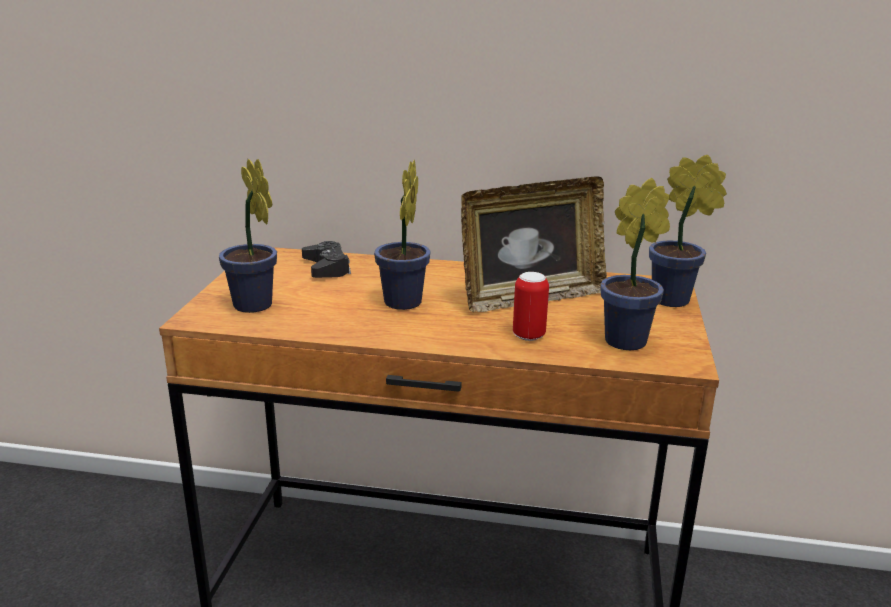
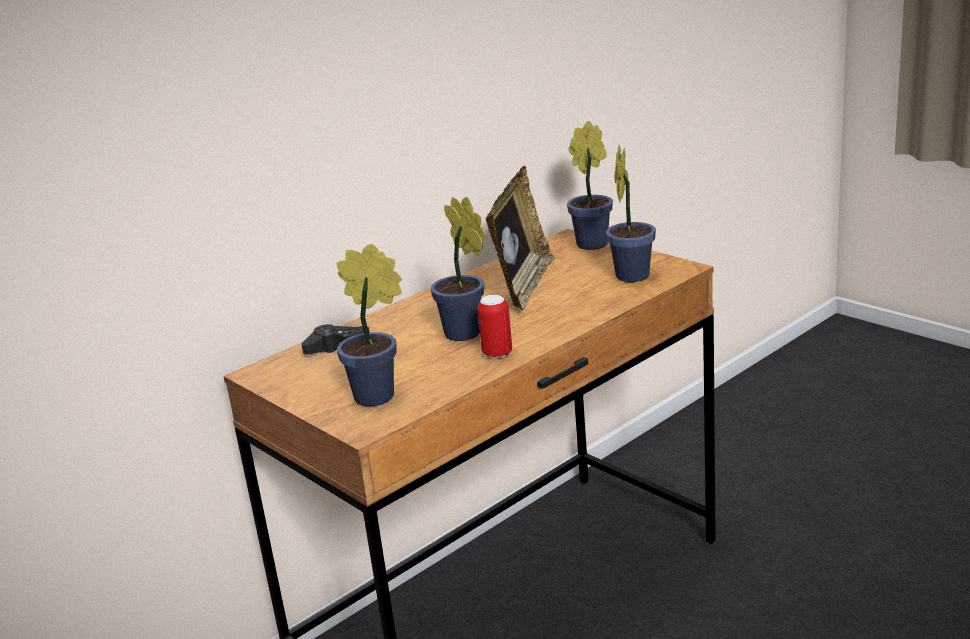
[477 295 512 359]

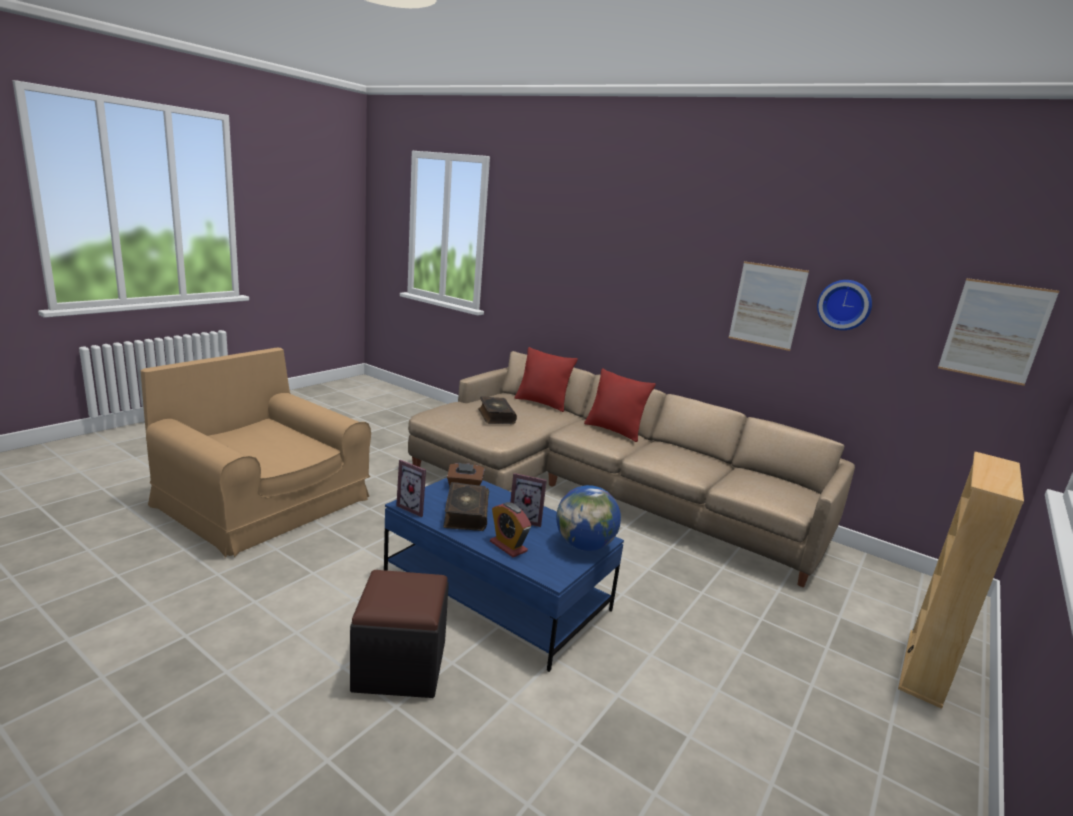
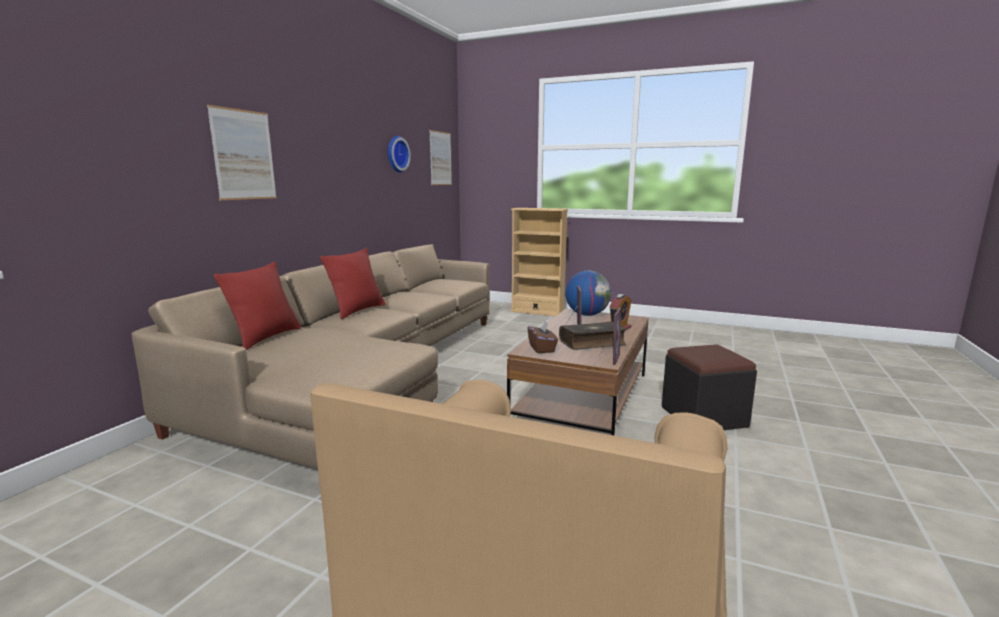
[507 309 649 436]
[478 396 517 424] (first image)
[207 105 277 200]

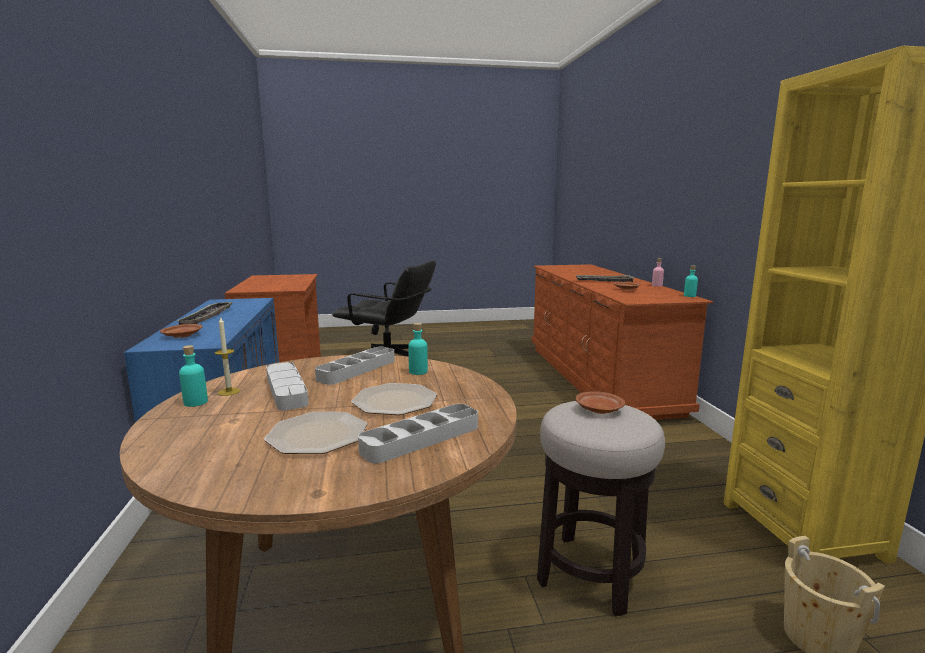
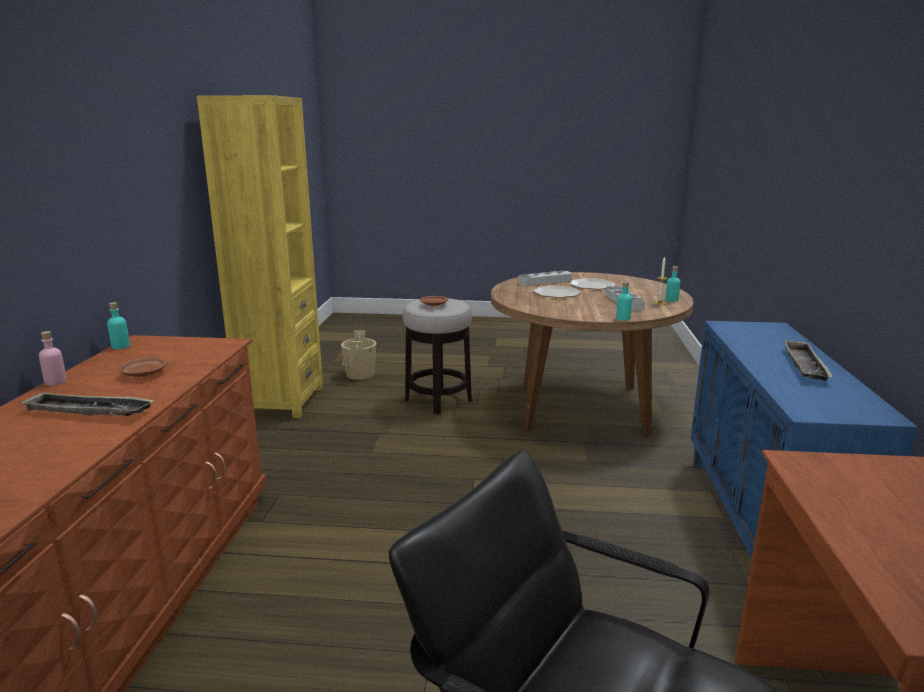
[160 324 203 338] (first image)
[315 347 395 385] (first image)
[616 282 632 320]

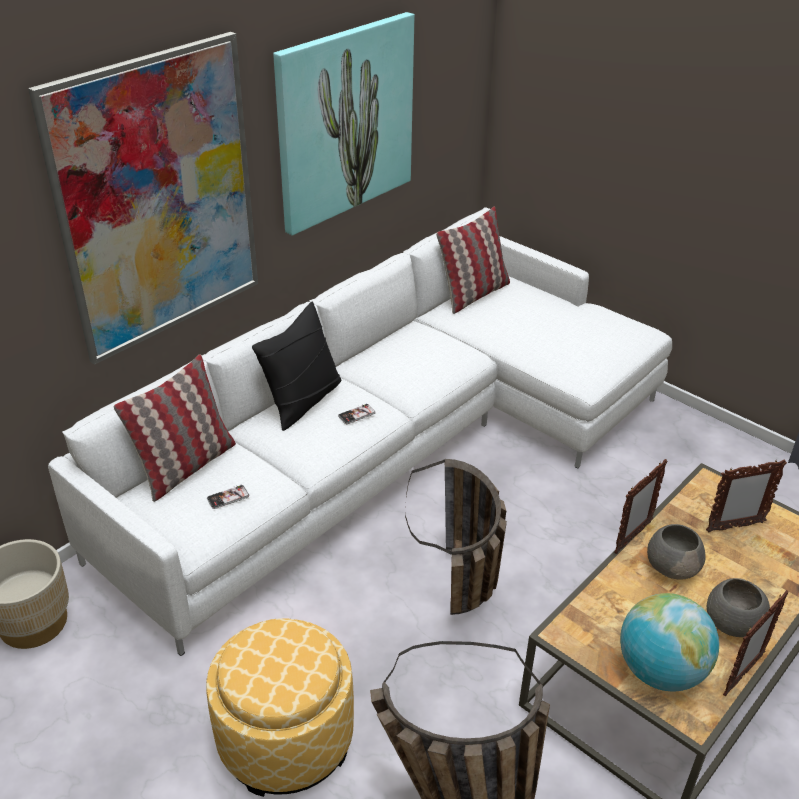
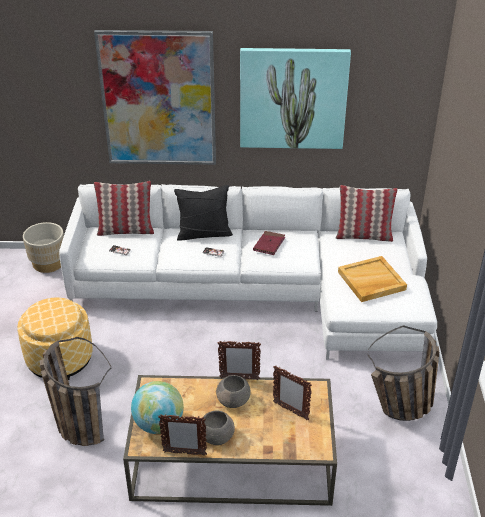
[367 325 439 421]
[253 231 285 255]
[338 256 407 302]

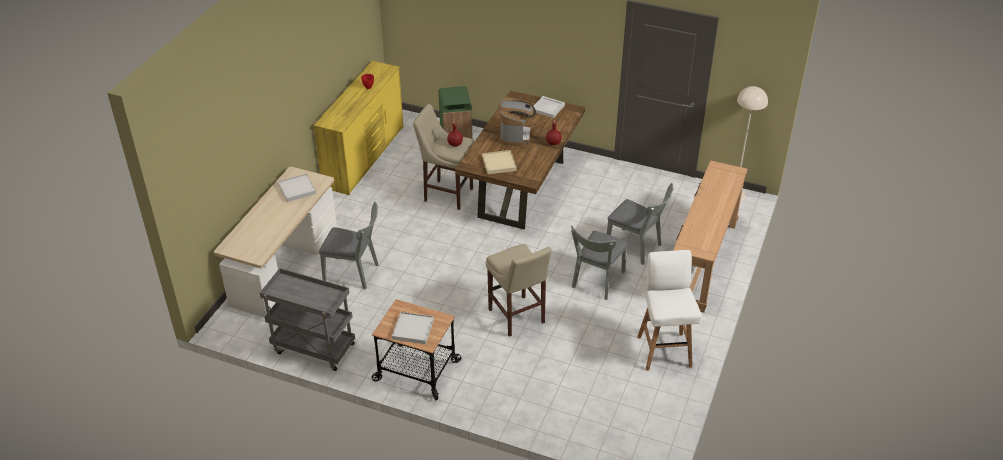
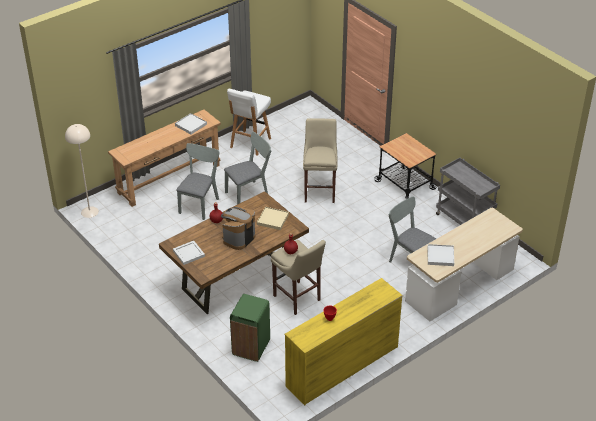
[175 113 207 135]
[176 143 219 220]

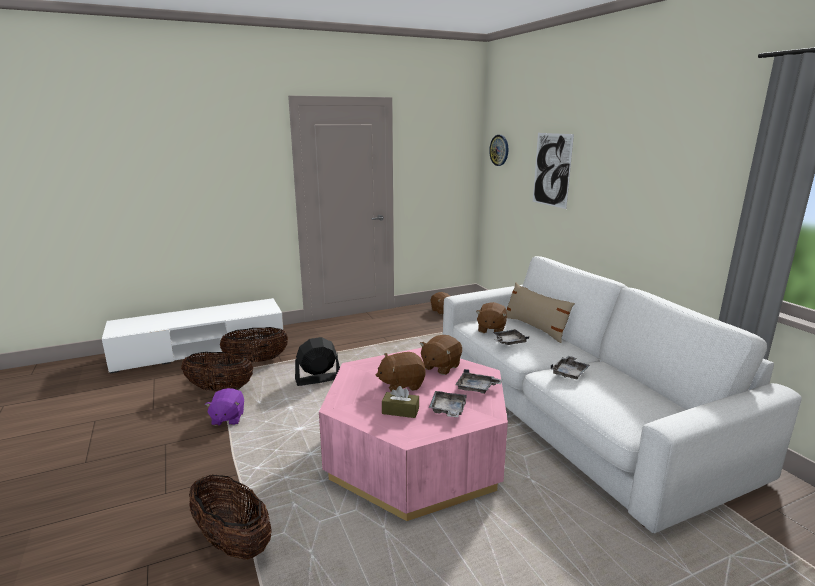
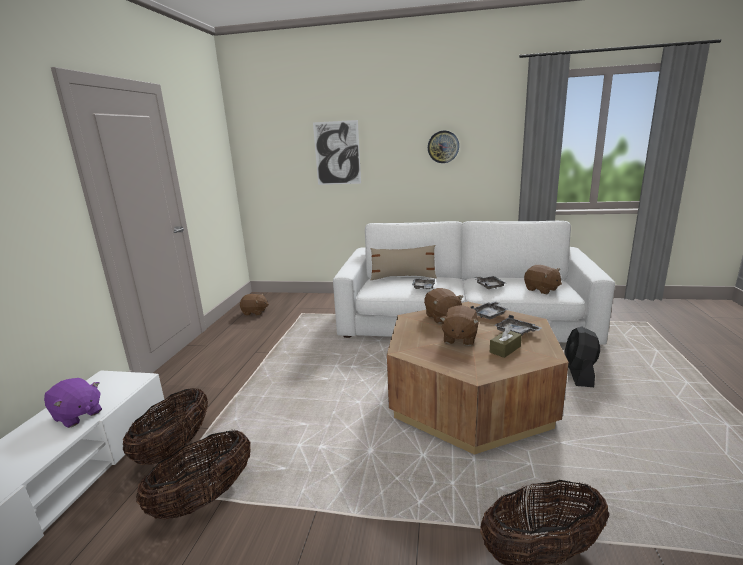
[44 378 102 428]
[565 326 600 387]
[387 302 569 455]
[524 265 562 294]
[428 131 459 163]

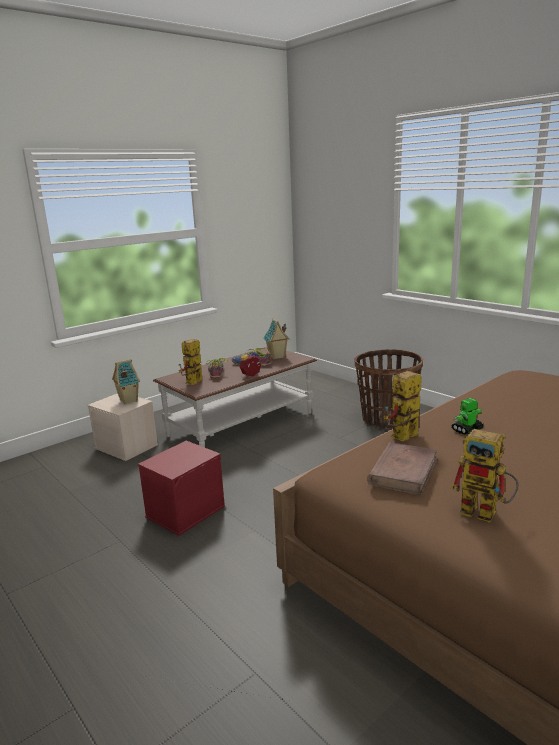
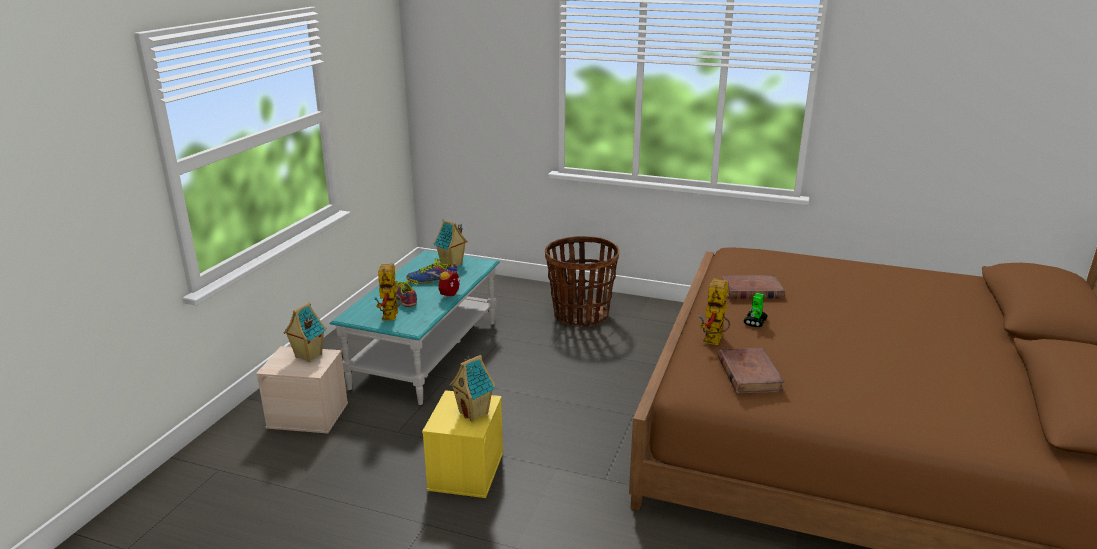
[422 390 503 498]
[329 250 500 405]
[451 429 519 523] (first image)
[449 355 496 421]
[722 275 785 299]

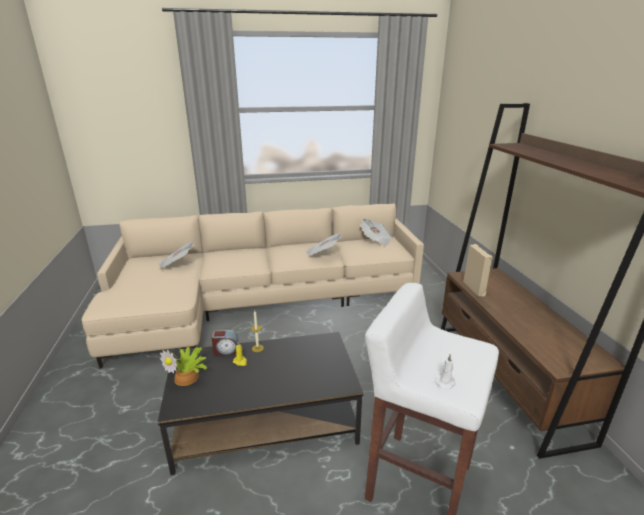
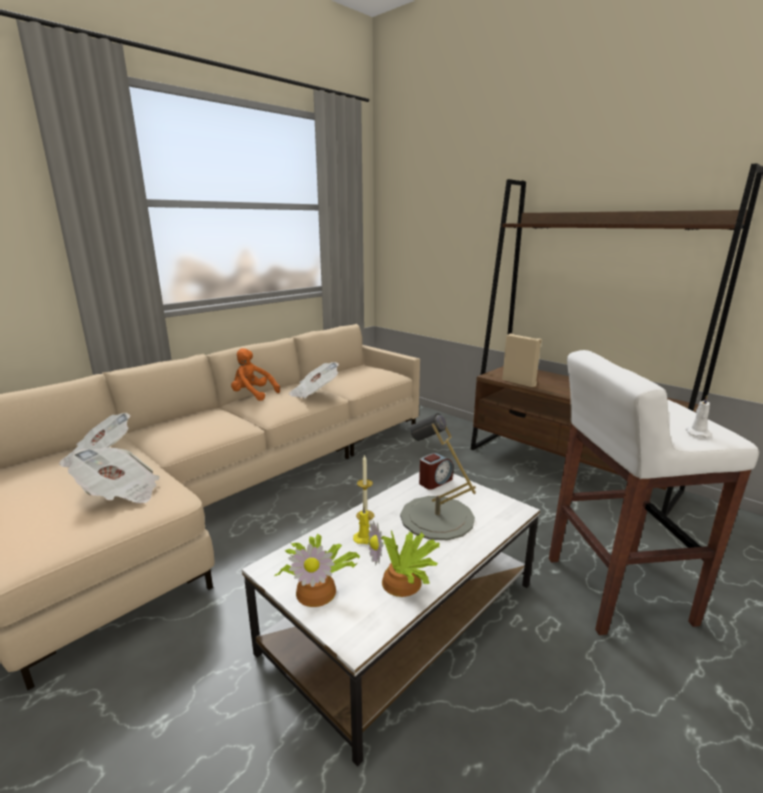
[242 472 540 767]
[419 453 453 490]
[68 447 159 504]
[231 348 280 401]
[368 521 440 597]
[400 413 476 540]

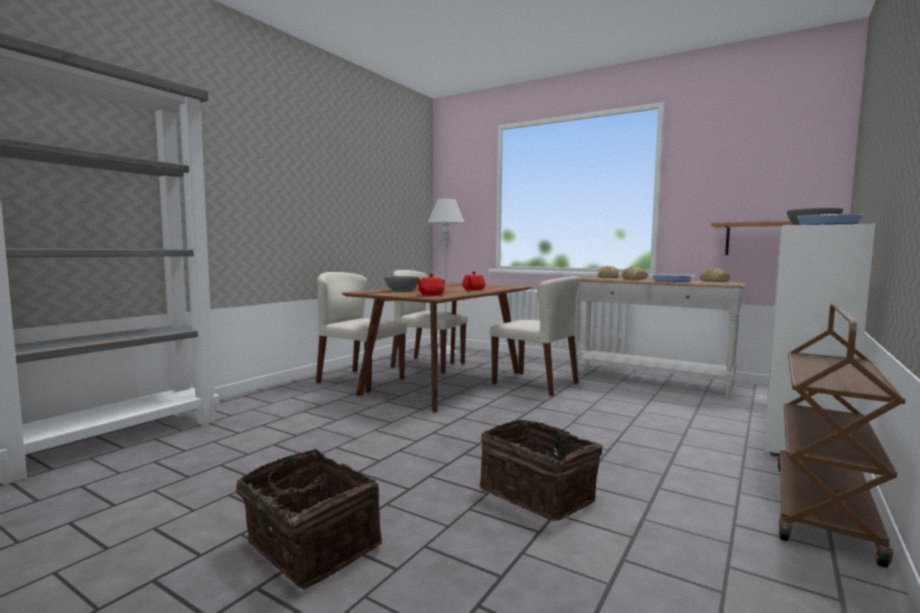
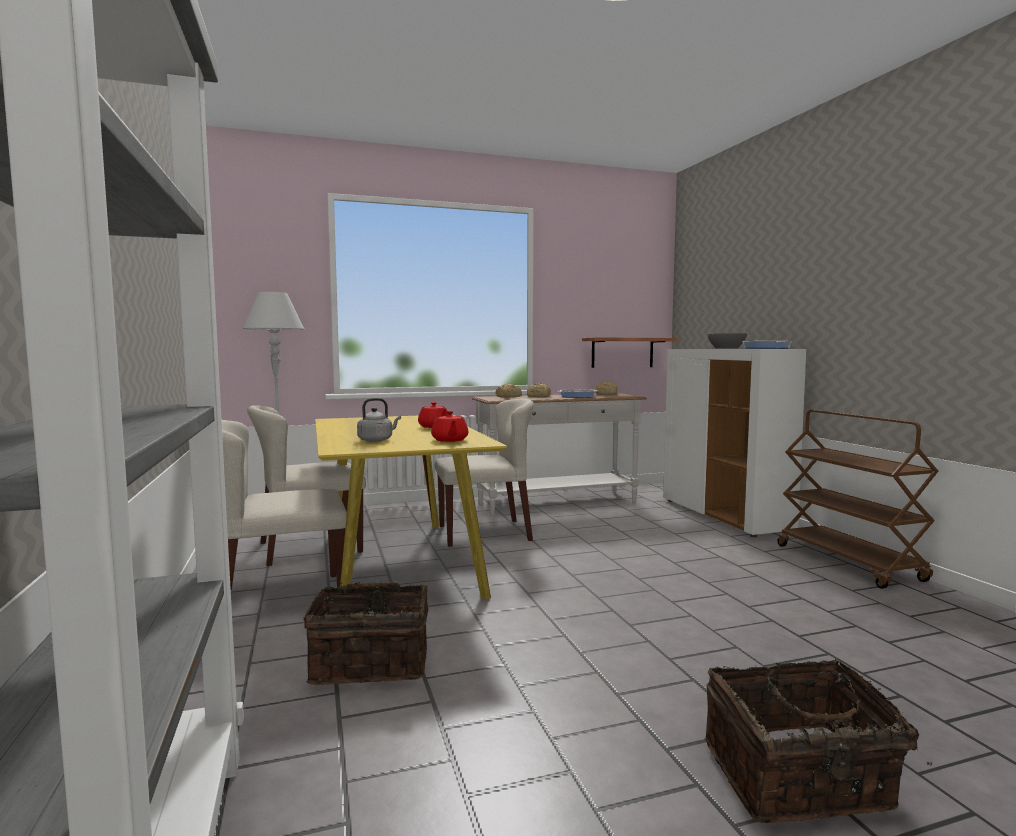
[315 416 507 599]
[357 398 401 442]
[303 582 428 685]

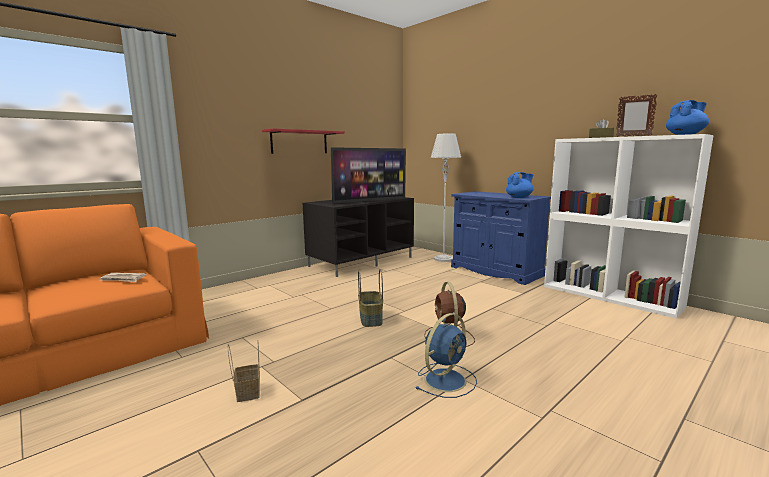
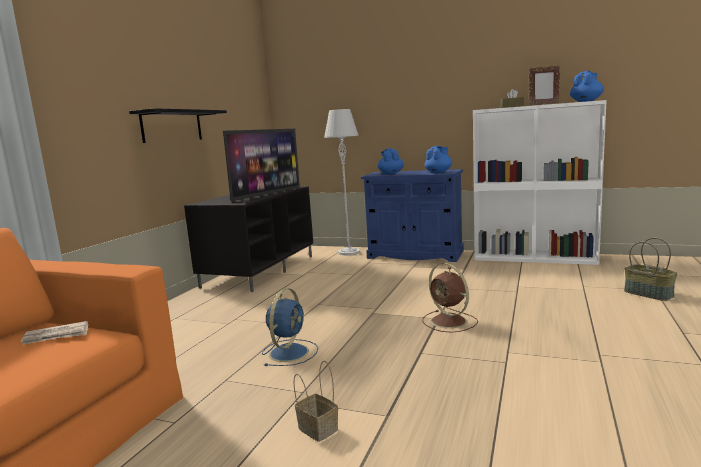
[129 108 227 143]
[624 237 677 301]
[262 288 318 366]
[378 148 404 174]

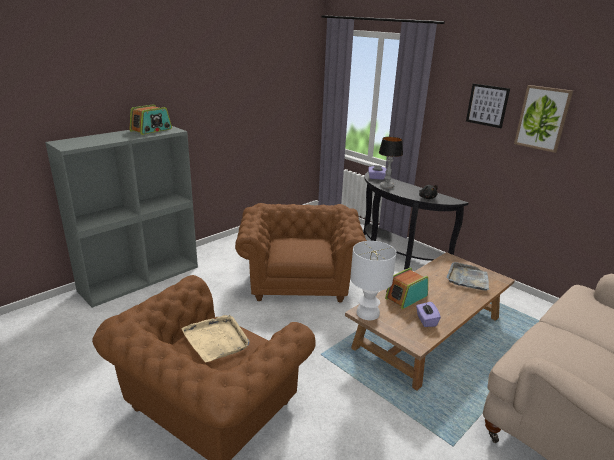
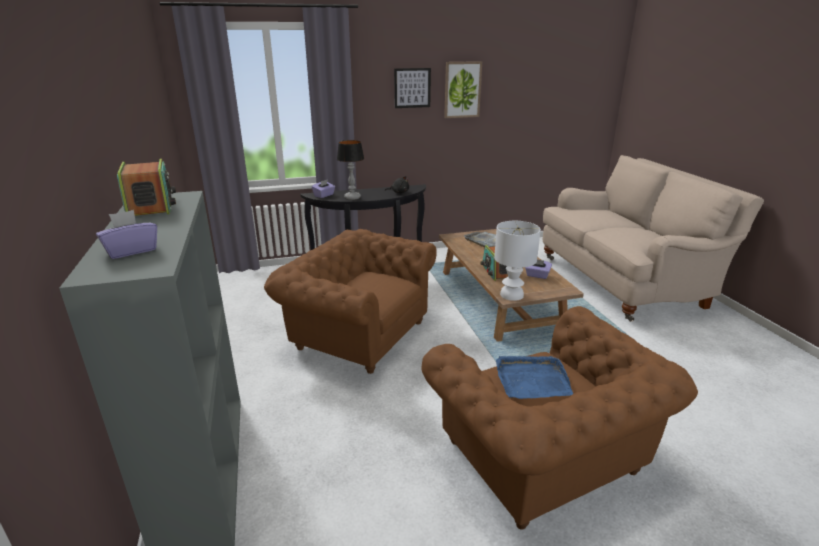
[496 356 574 399]
[96 210 157 259]

